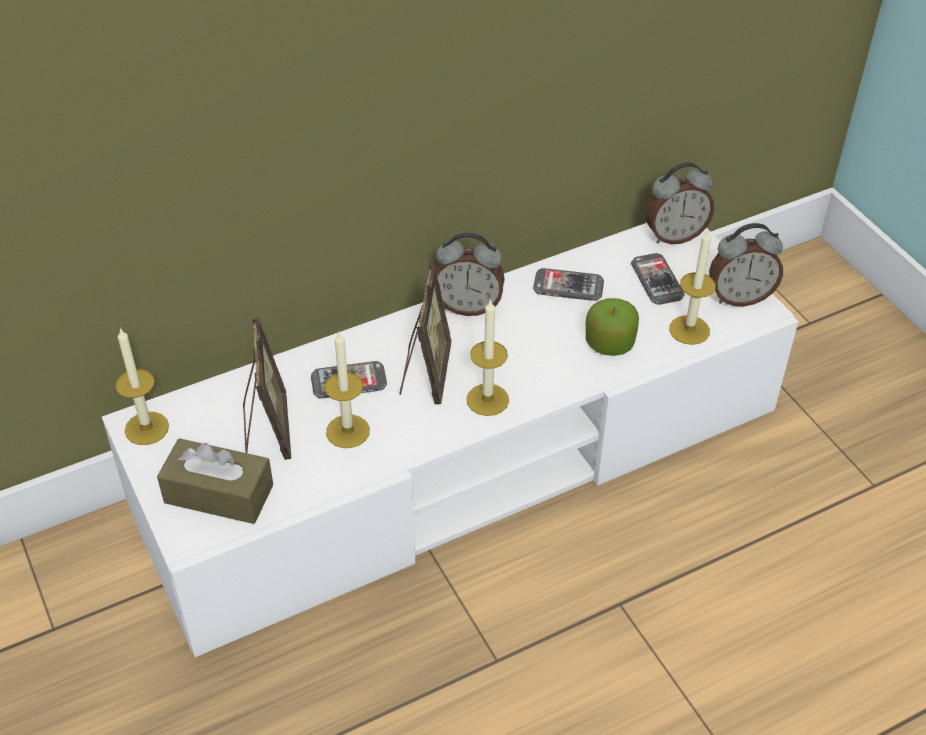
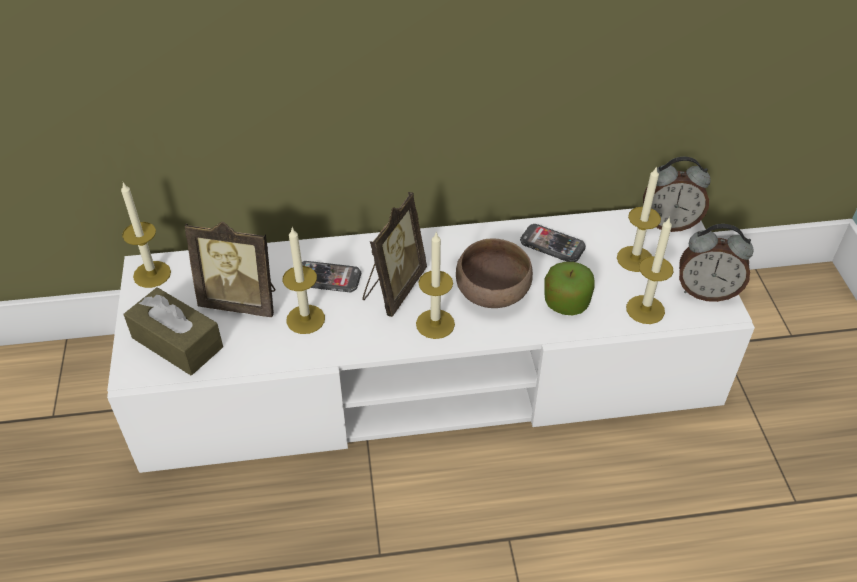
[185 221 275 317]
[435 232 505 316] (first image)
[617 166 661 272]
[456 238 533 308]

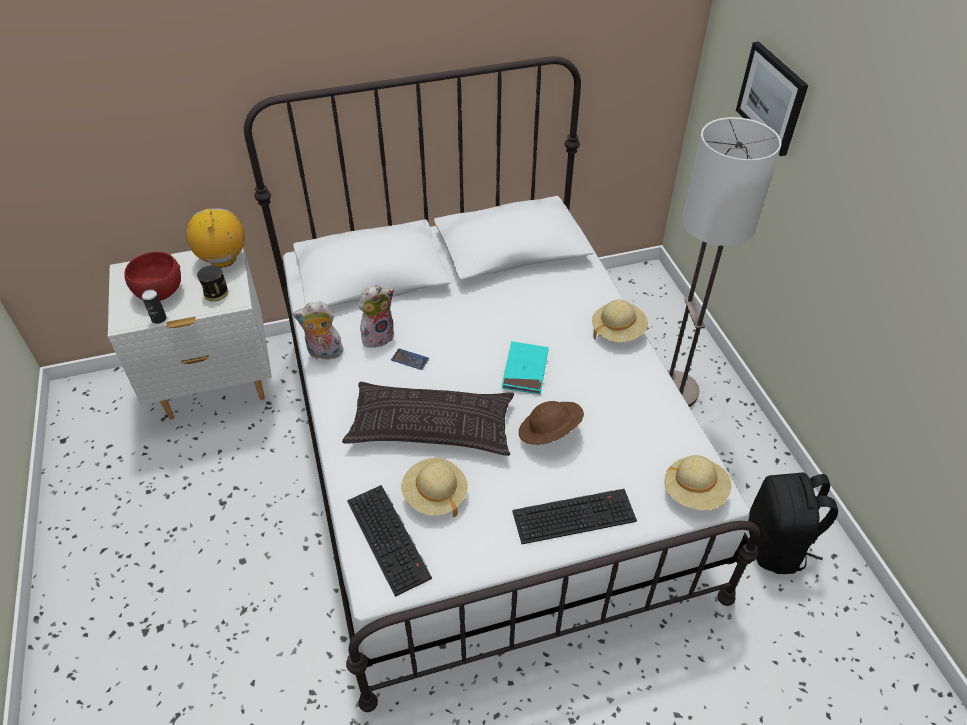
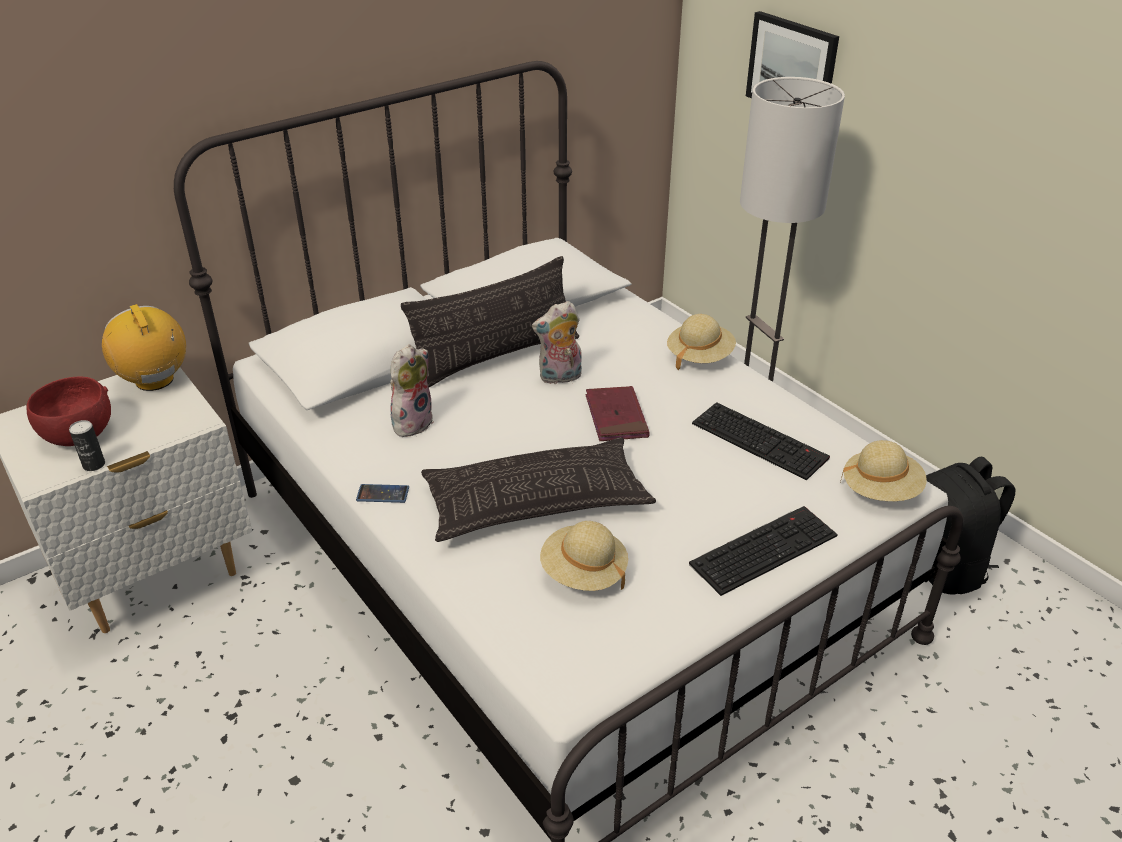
[197 265 228 301] (first image)
[532 301 582 384]
[692 402 830 480]
[356 484 409 503]
[586 386 650 441]
[519 401 584 445] (first image)
[401 256 579 387]

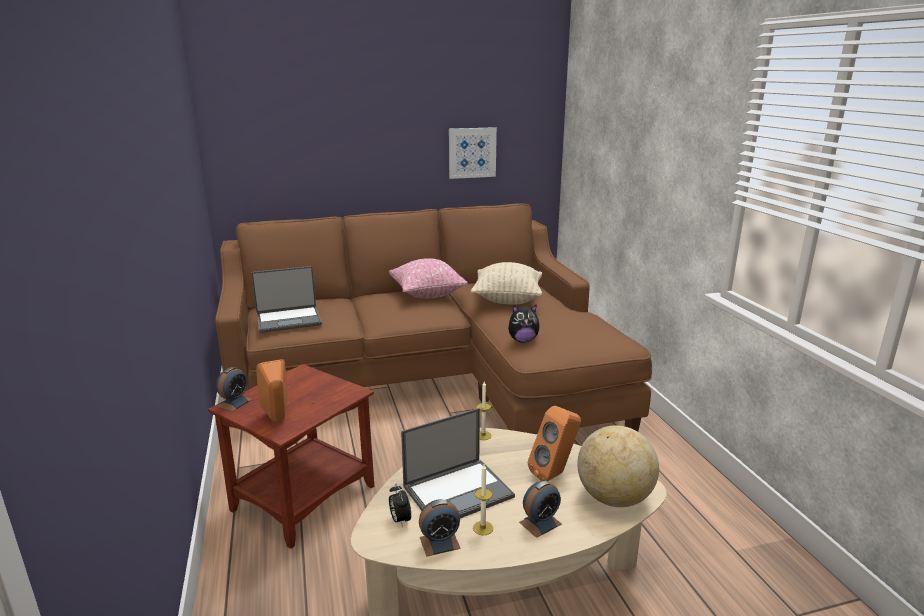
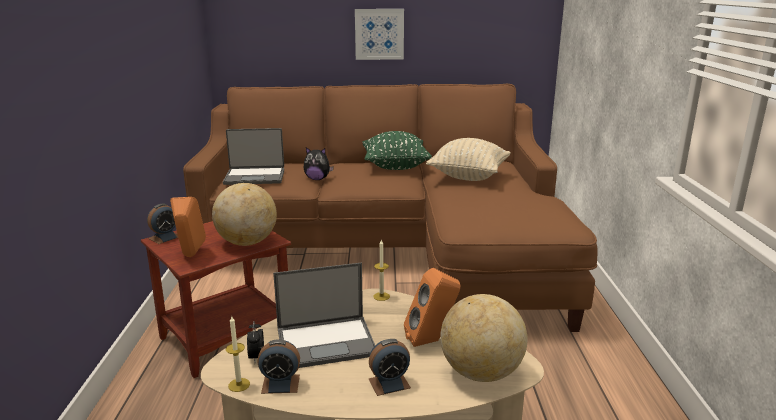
[362 131 432 170]
[355 9 404 60]
[226 316 250 392]
[304 147 334 180]
[212 183 277 246]

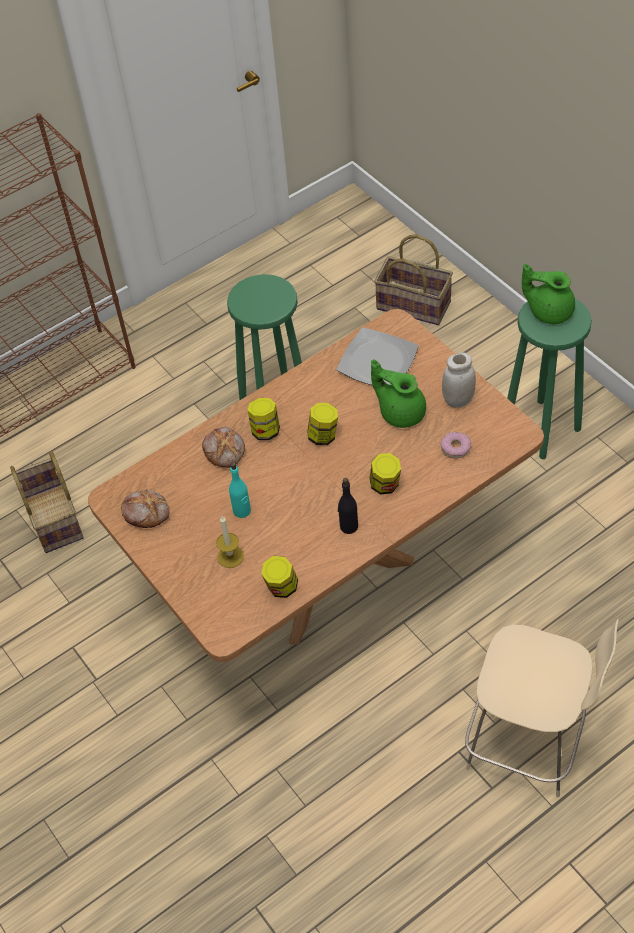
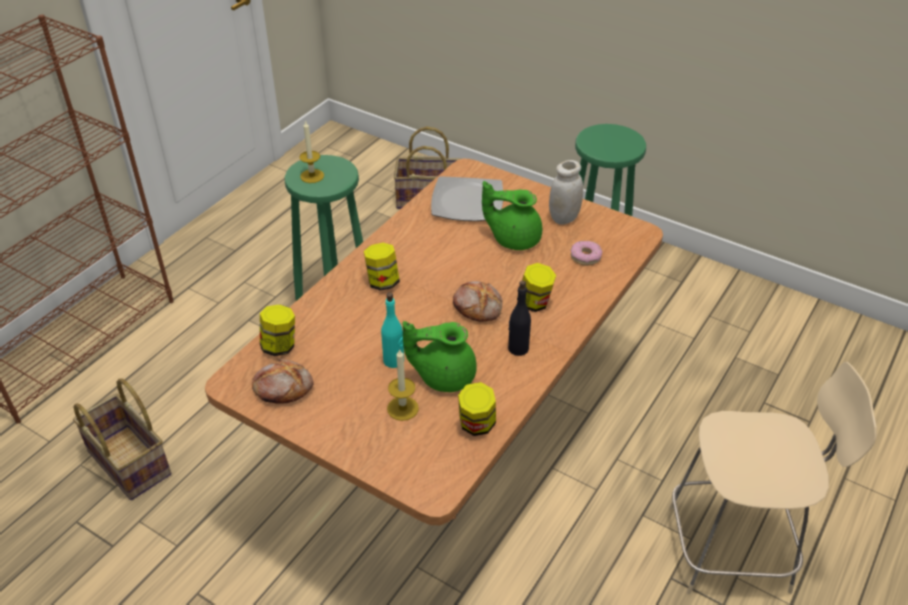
[453 281 502 321]
[260 304 295 356]
[403 321 477 392]
[300 120 324 183]

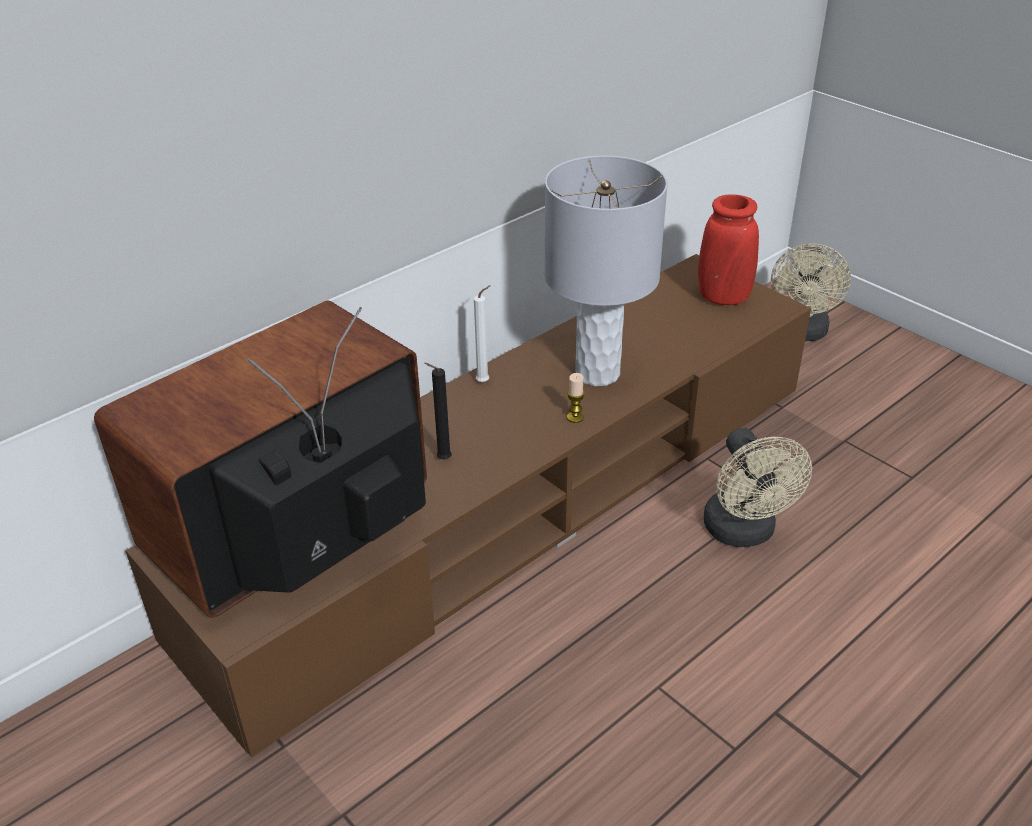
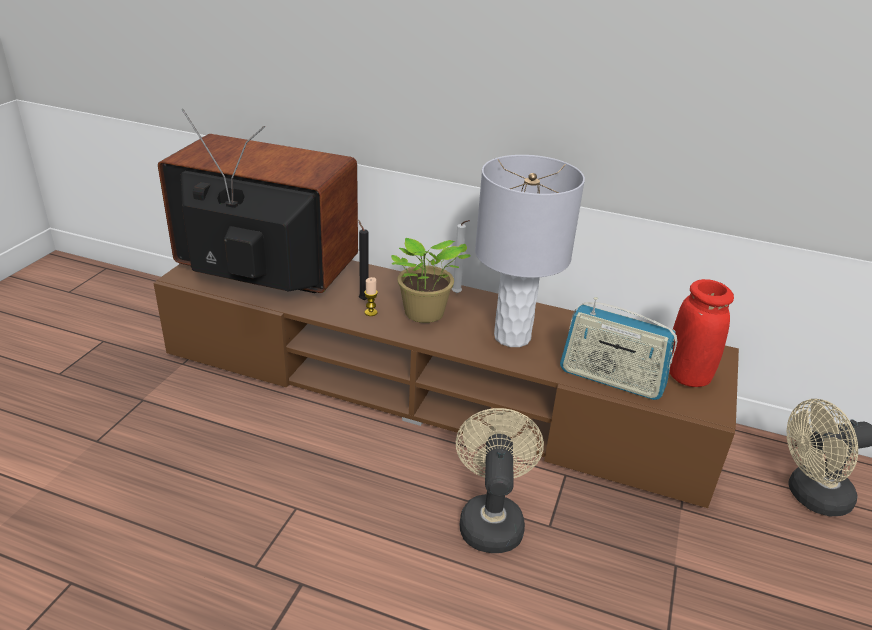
[364 277 378 316]
[456 408 544 553]
[391 238 470 323]
[560 297 677 400]

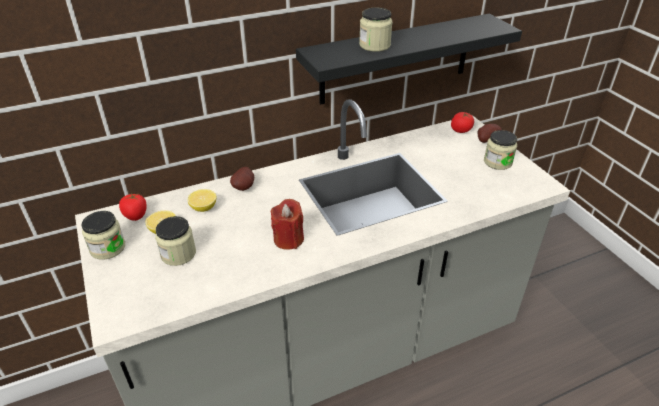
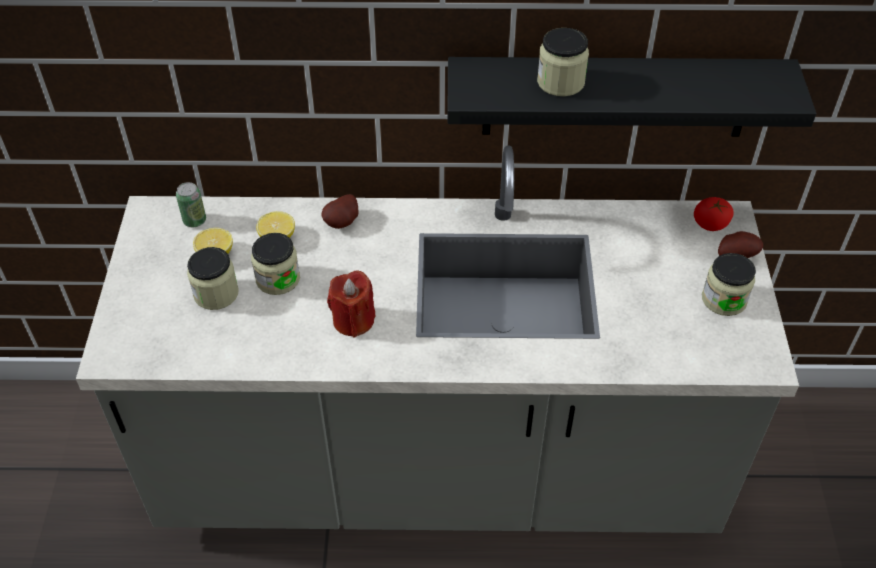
[251 233 300 295]
[176 182 206 227]

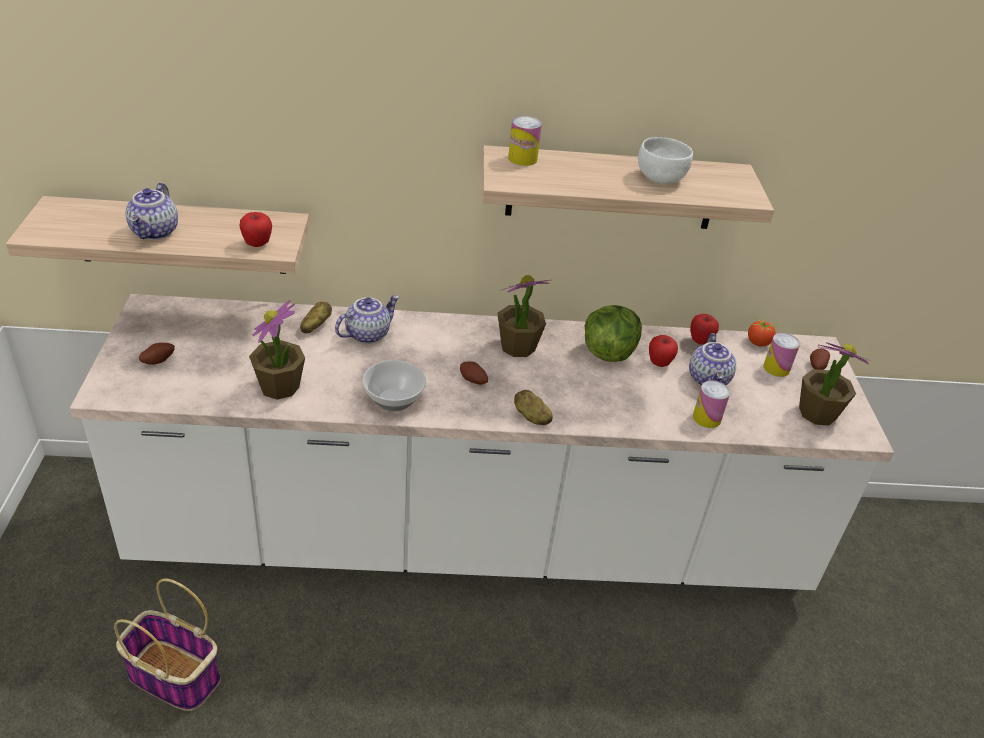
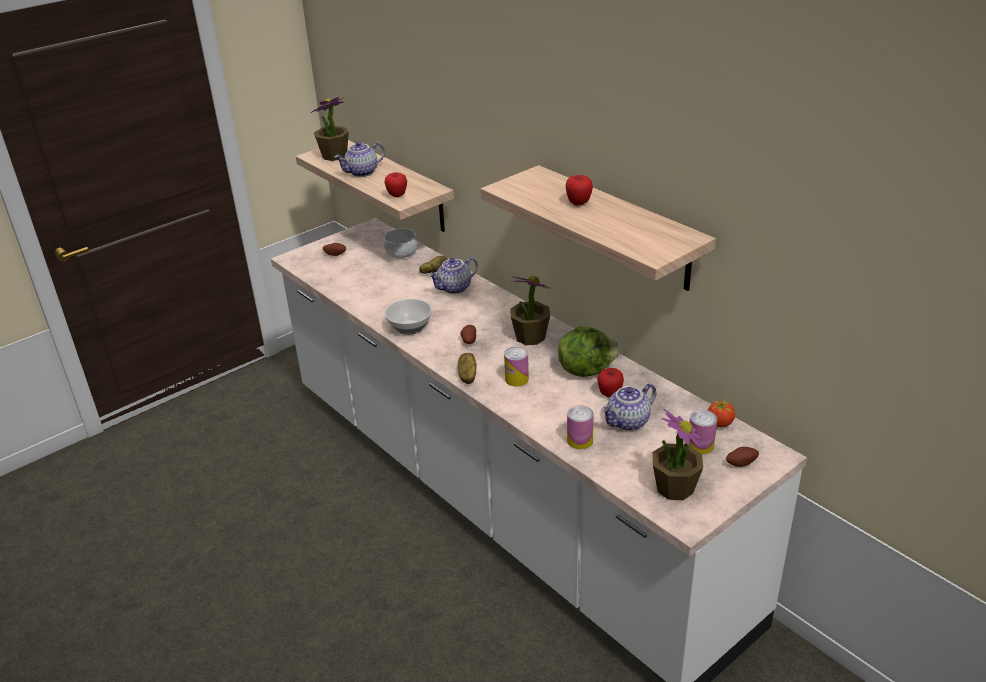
[114 579 221 711] (first image)
[311 97 349 161]
[428 257 478 294]
[504 347 529 387]
[383 228 418 259]
[566 175 593 205]

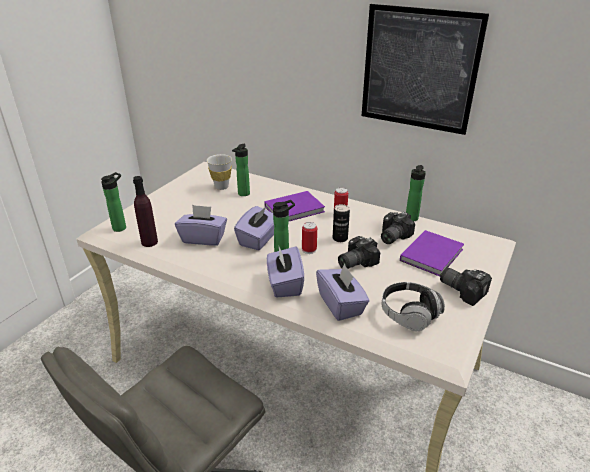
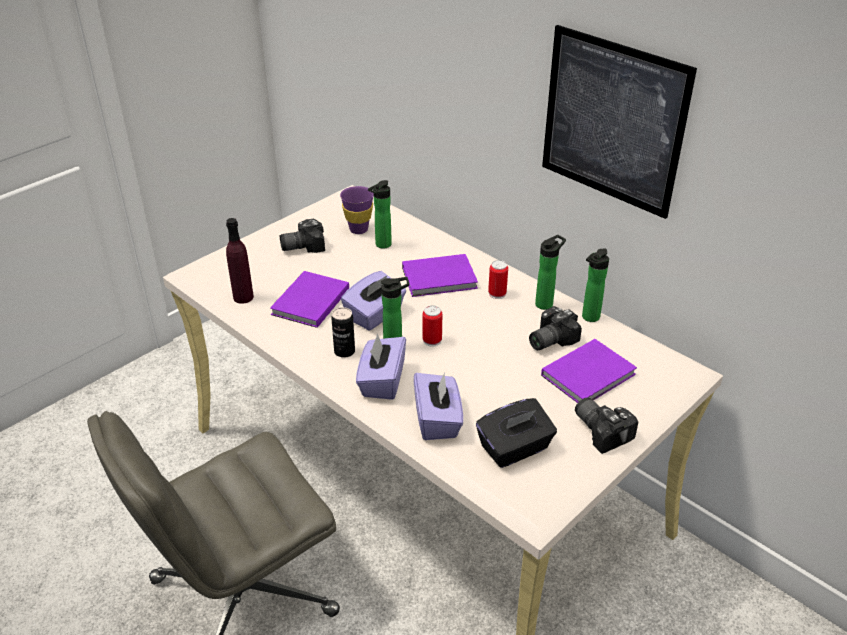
[535 235 566 310]
[270 271 349 328]
[340 186 374 234]
[331 307 355 358]
[280 219 325 253]
[476 398 557 468]

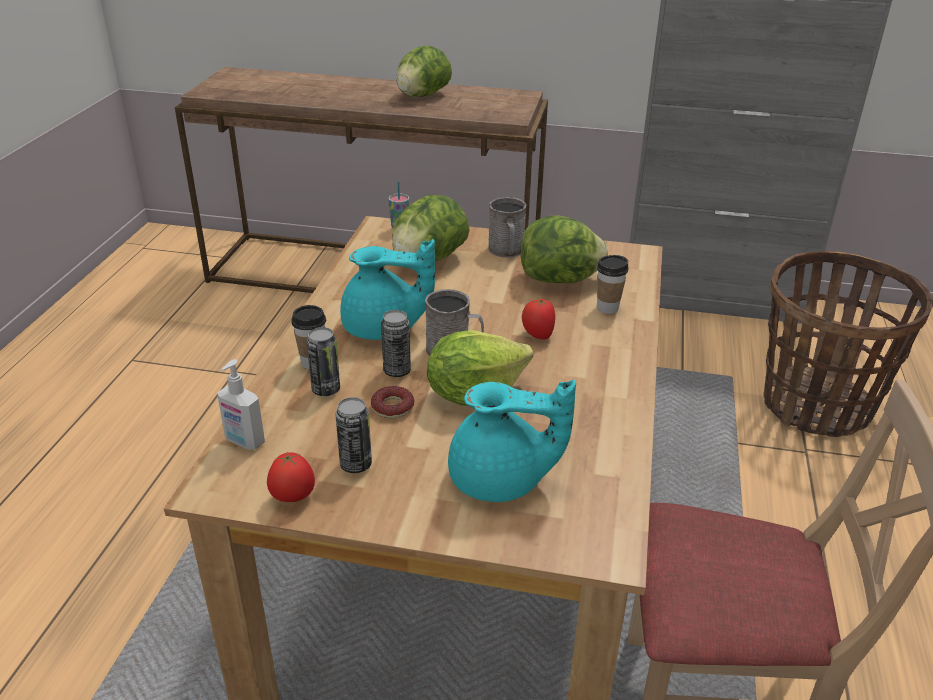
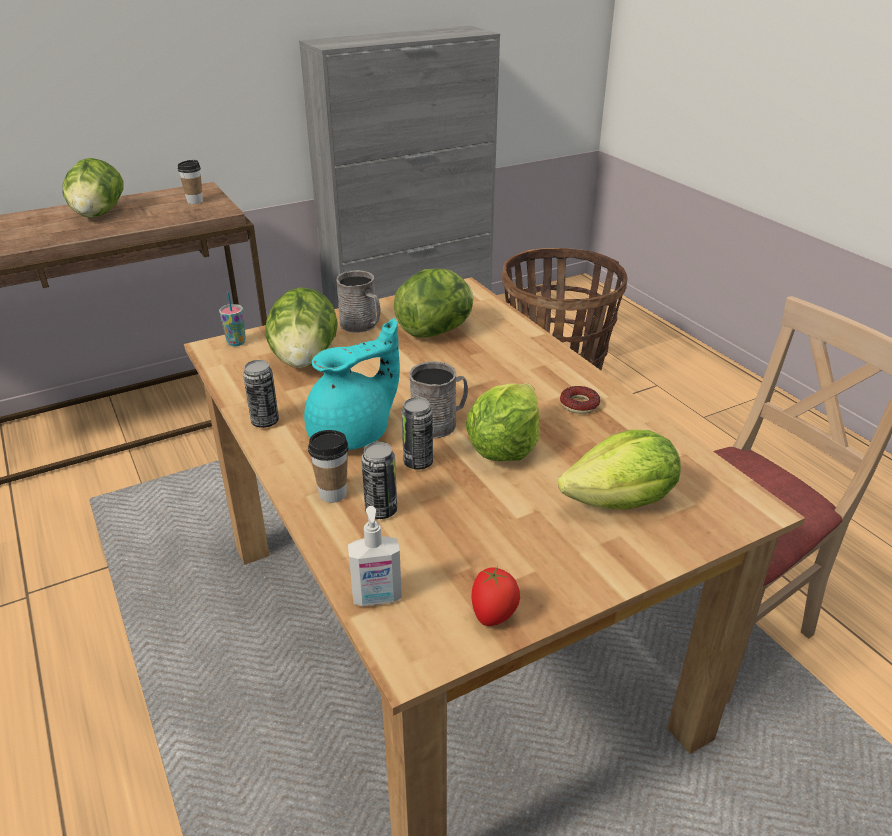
[243 360 279 428]
[560 386 600 414]
[558 430 681 510]
[522 298 555 340] (first image)
[178 160 203 204]

